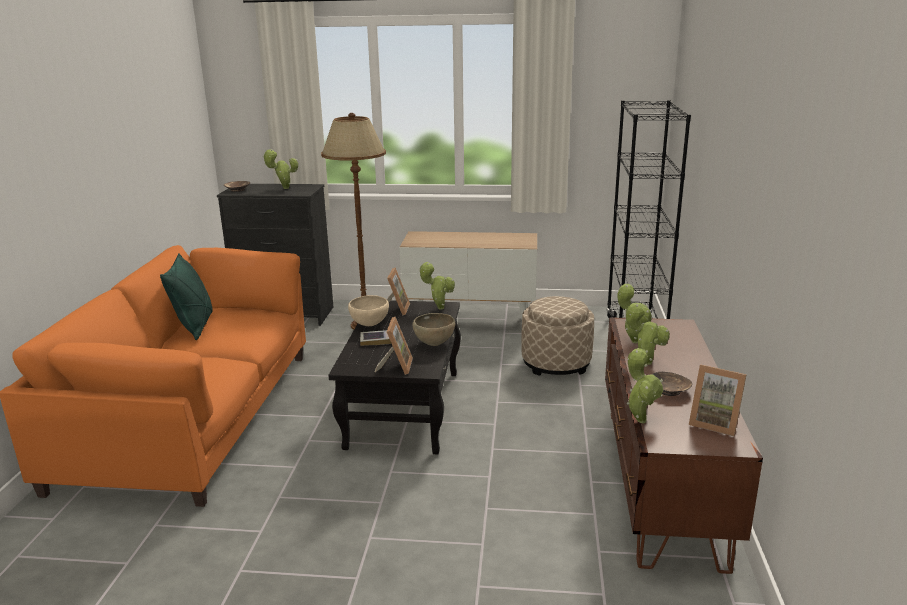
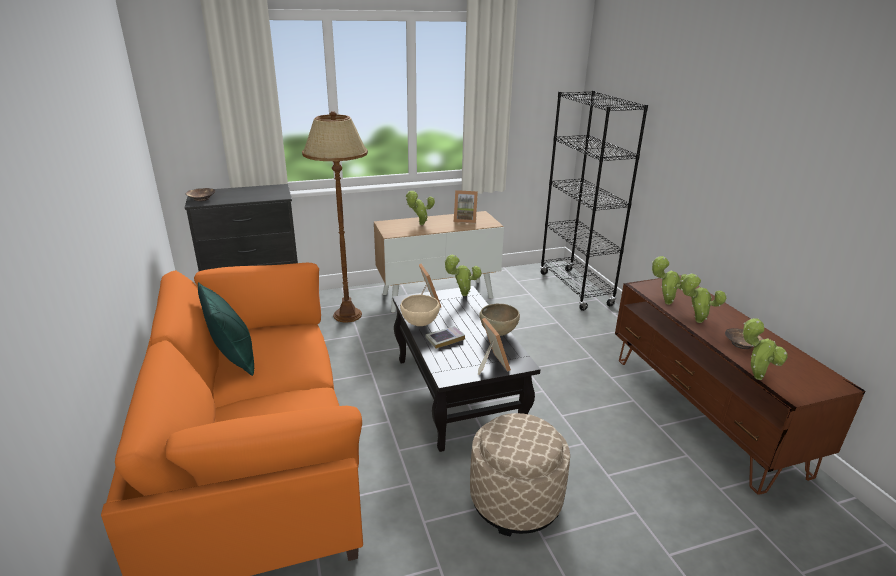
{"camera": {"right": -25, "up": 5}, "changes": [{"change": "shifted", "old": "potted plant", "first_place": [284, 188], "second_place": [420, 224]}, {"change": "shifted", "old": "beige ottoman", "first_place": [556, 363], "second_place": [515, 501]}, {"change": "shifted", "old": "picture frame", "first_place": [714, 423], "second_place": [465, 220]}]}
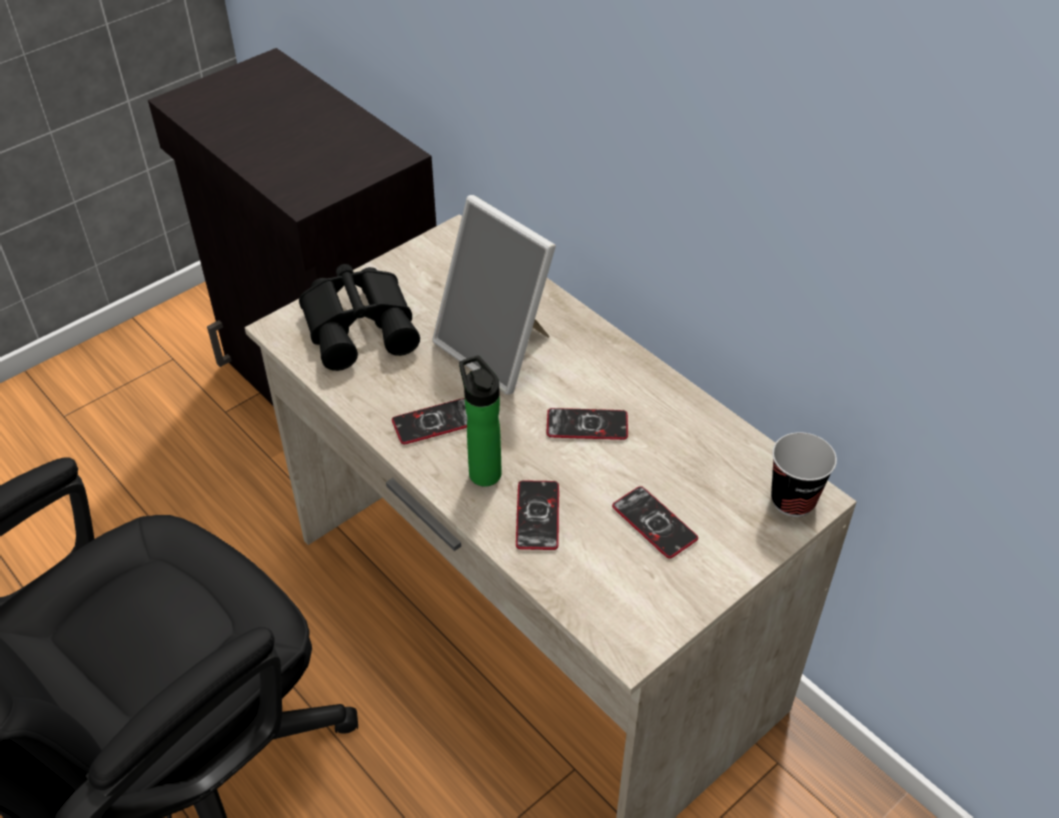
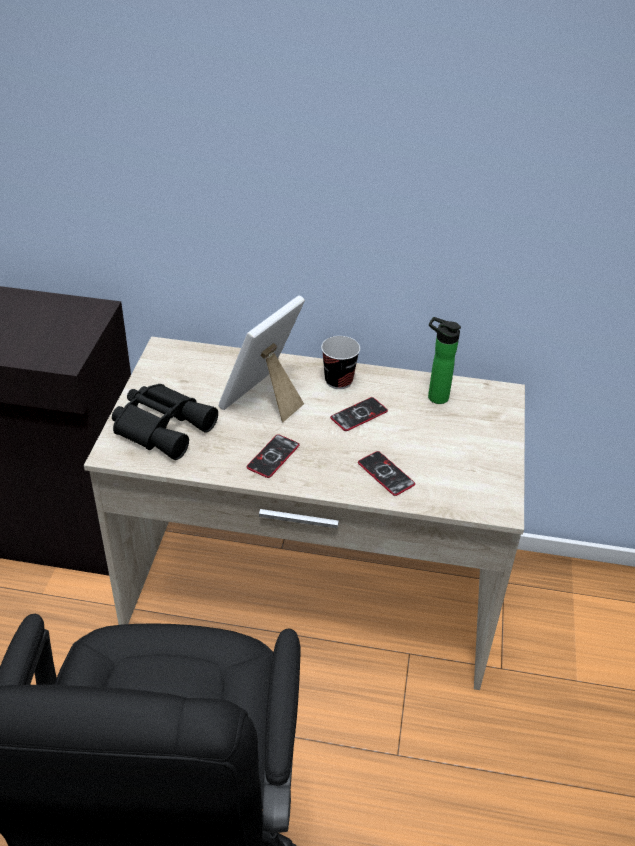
{"camera": {"right": -40, "up": -5}, "changes": [{"change": "rotated", "old": "picture frame", "first_place": [499, 350], "second_place": [265, 400], "degrees": 120}, {"change": "shifted", "old": "bottle", "first_place": [483, 470], "second_place": [435, 396]}, {"change": "gone", "old": "phone", "first_place": [654, 523]}, {"change": "shifted", "old": "cup", "first_place": [793, 500], "second_place": [338, 381]}]}
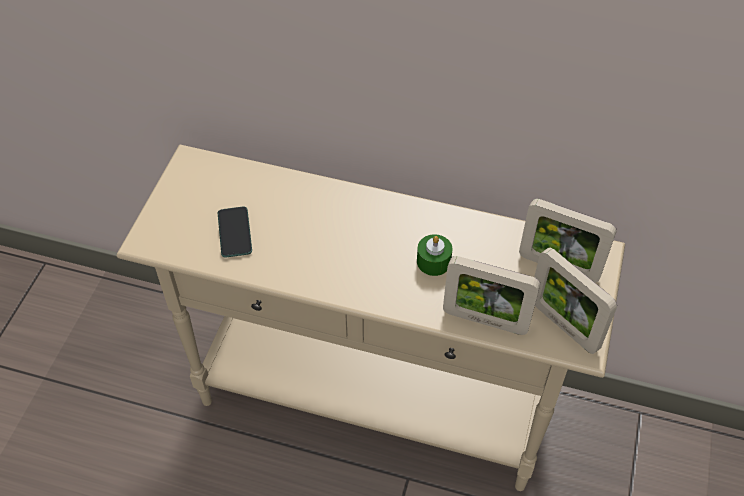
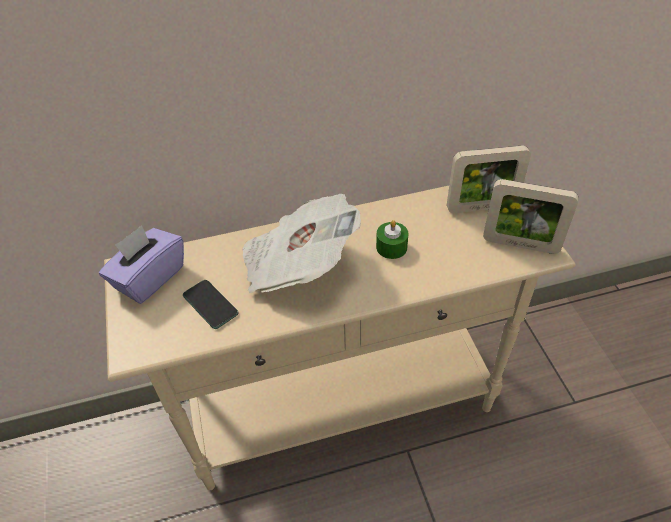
{"camera": {"right": -30, "up": -5}, "changes": [{"change": "gone", "old": "picture frame", "first_place": [485, 320]}, {"change": "new", "new": "purple tissue box", "second_place": [149, 278]}, {"change": "new", "new": "newspaper", "second_place": [297, 265]}]}
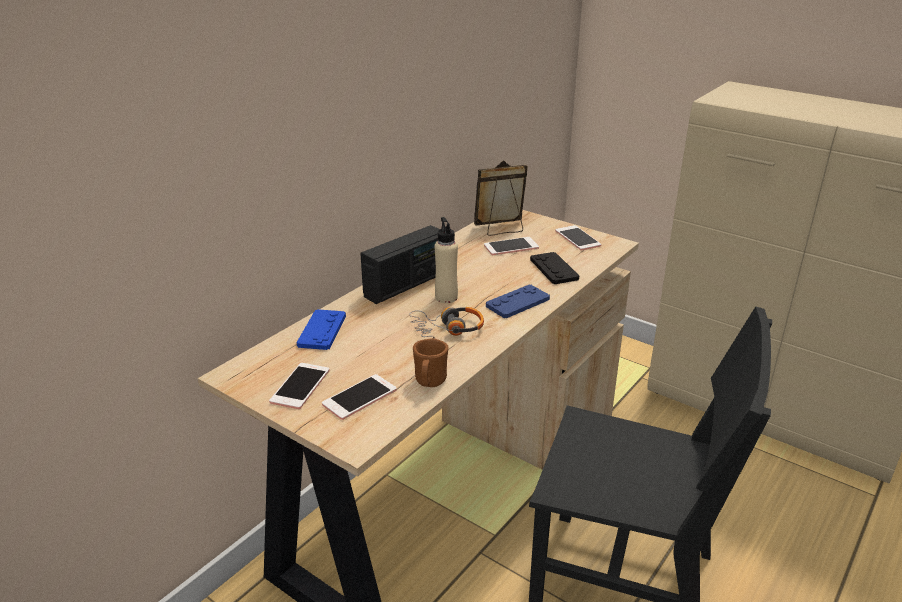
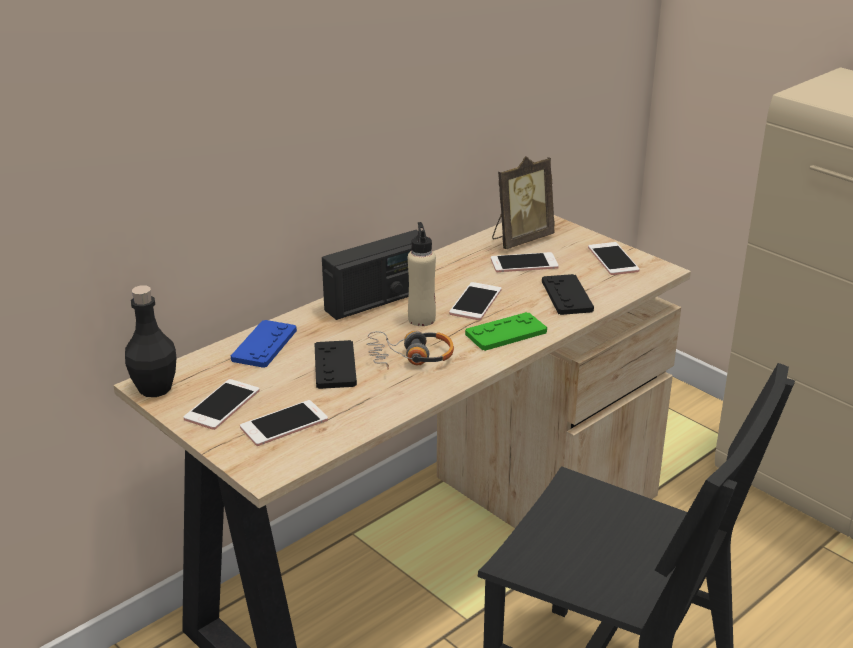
{"camera": {"right": 10, "up": 0}, "changes": [{"change": "gone", "old": "brown mug", "first_place": [429, 382]}, {"change": "rotated", "old": "picture frame", "first_place": [501, 229], "second_place": [520, 239], "degrees": 150}, {"change": "repainted", "old": "blue game controller", "new": "green game controller", "first_place": [517, 302], "second_place": [506, 333]}, {"change": "new", "new": "black bottle", "second_place": [155, 388]}, {"change": "new", "new": "black game controller", "second_place": [335, 366]}, {"change": "new", "new": "phone", "second_place": [475, 302]}]}
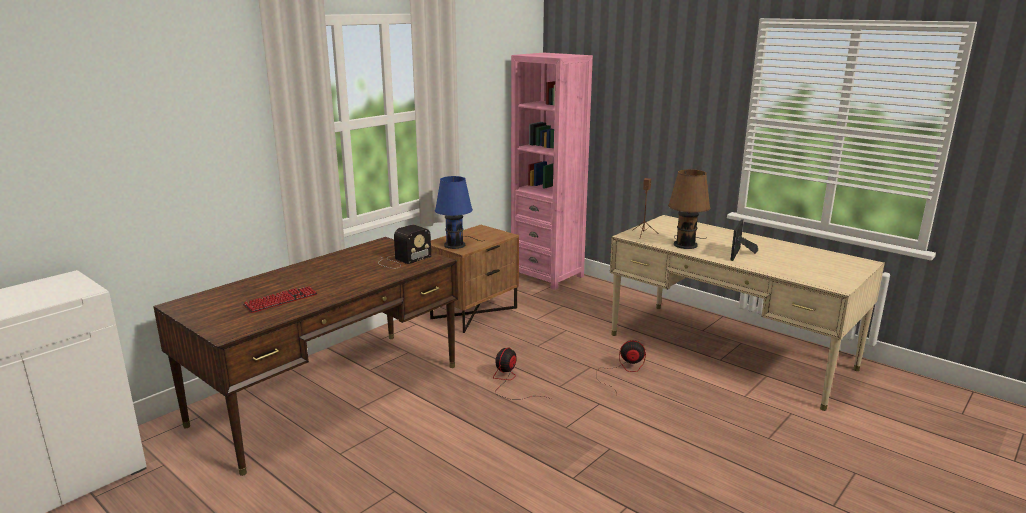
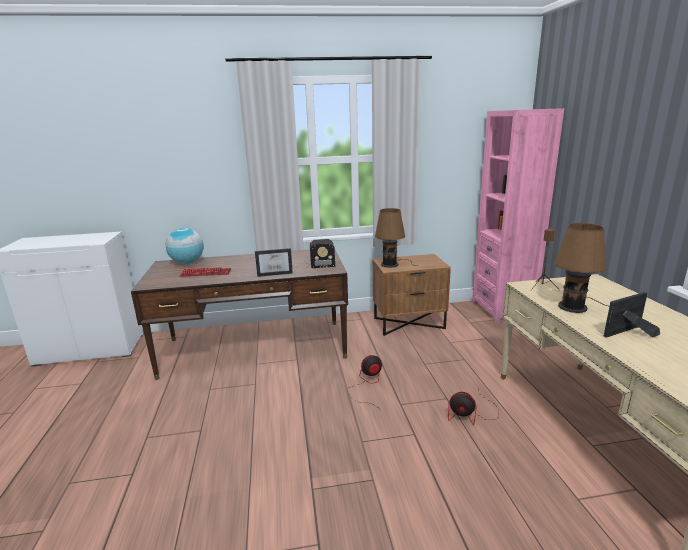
{"camera": {"right": 40, "up": 0}, "changes": [{"change": "repainted", "old": "blue table lamp", "new": "brown table lamp", "first_place": [456, 244], "second_place": [391, 264]}, {"change": "rotated", "old": "fan", "first_place": [622, 371], "second_place": [471, 414], "degrees": 150}, {"change": "new", "new": "globe", "second_place": [187, 262]}, {"change": "new", "new": "picture frame", "second_place": [275, 273]}]}
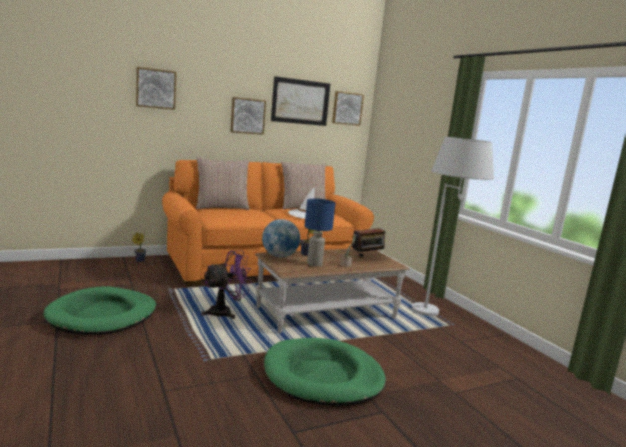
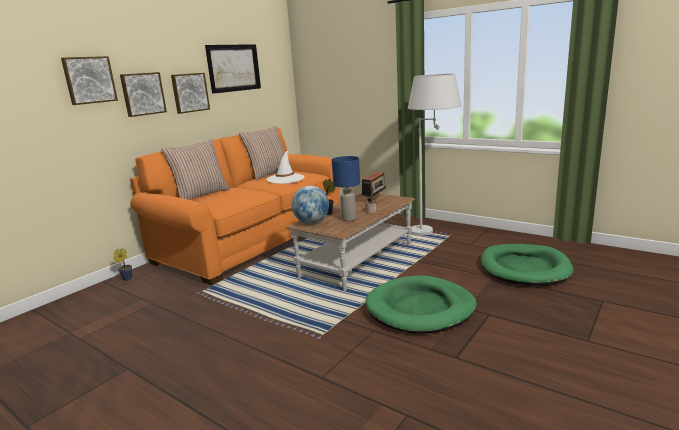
{"camera": {"right": -25, "up": 5}, "changes": [{"change": "shifted", "old": "green dog bed", "first_place": [103, 315], "second_place": [524, 268]}, {"change": "gone", "old": "purple fan", "first_place": [226, 312]}, {"change": "shifted", "old": "picture", "first_place": [347, 108], "second_place": [142, 94]}]}
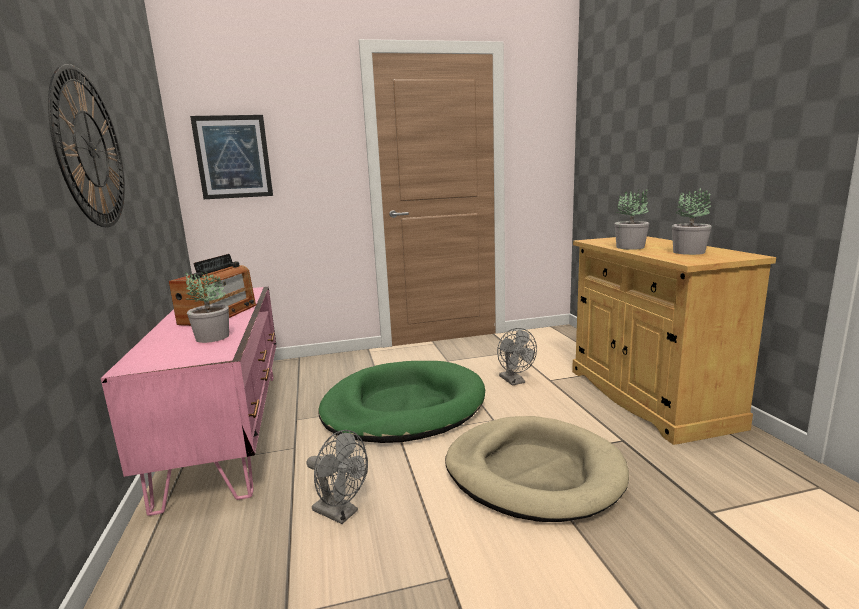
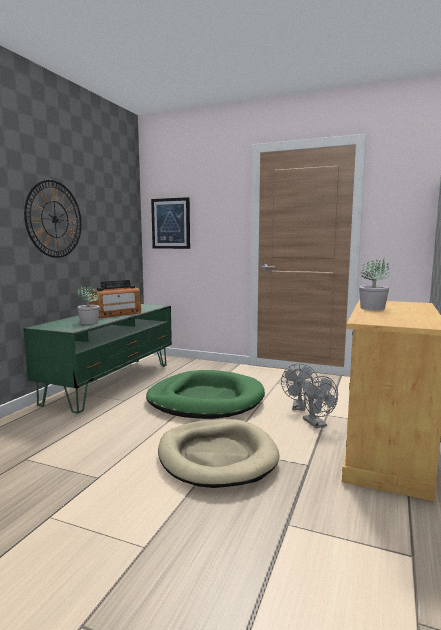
{"camera": {"right": 35, "up": -5}, "changes": [{"change": "repainted", "old": "pink tv stand", "new": "green tv stand", "first_place": [228, 428], "second_place": [112, 382]}, {"change": "shifted", "old": "grey fan", "first_place": [341, 513], "second_place": [317, 424]}, {"change": "gone", "old": "potted plant", "first_place": [689, 252]}]}
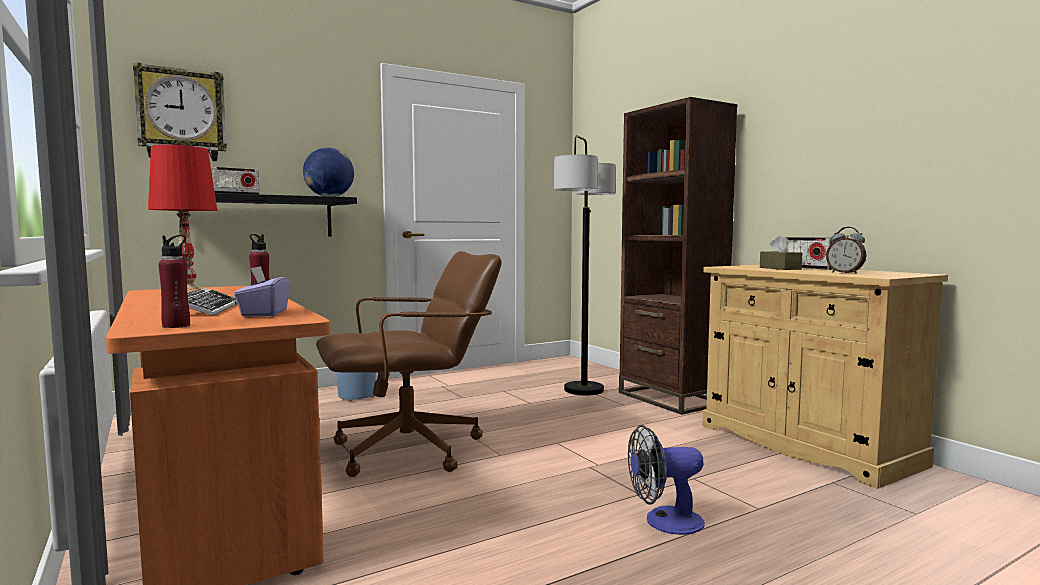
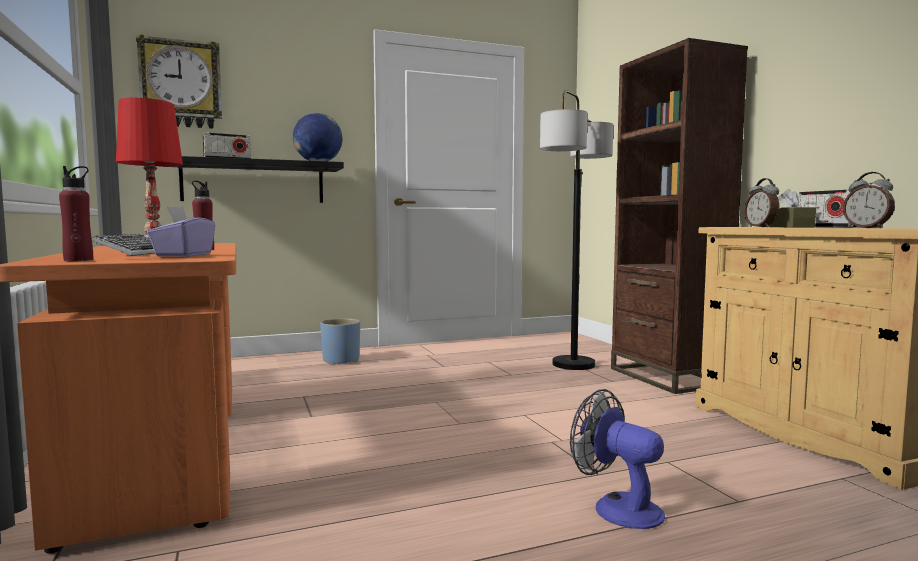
{"camera": {"right": 10, "up": 0}, "changes": [{"change": "gone", "old": "brown office chair", "first_place": [410, 450]}, {"change": "rotated", "old": "fan", "first_place": [664, 522], "second_place": [617, 507], "degrees": 45}, {"change": "new", "new": "alarm clock", "second_place": [761, 227]}]}
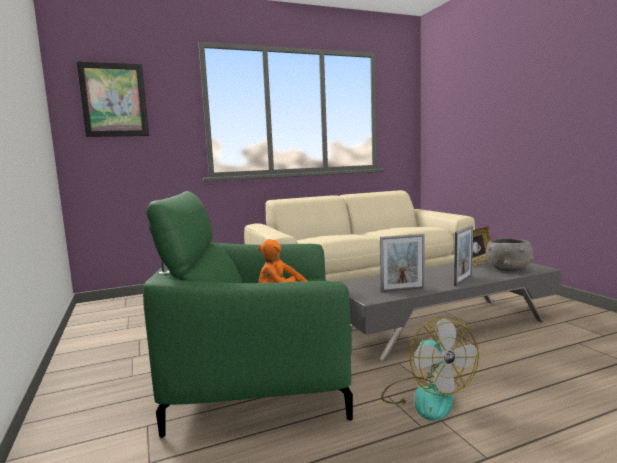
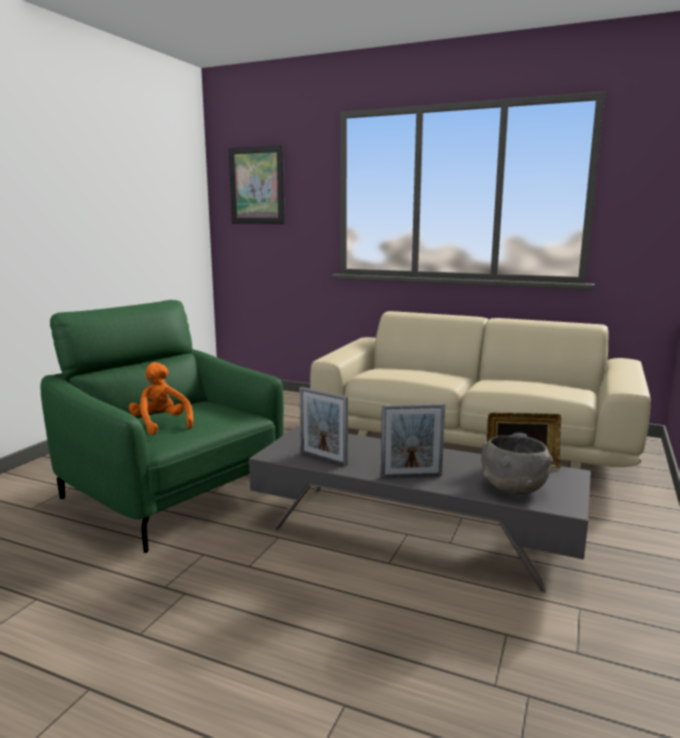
{"camera": {"right": 45, "up": 5}, "changes": [{"change": "gone", "old": "fan", "first_place": [425, 397]}]}
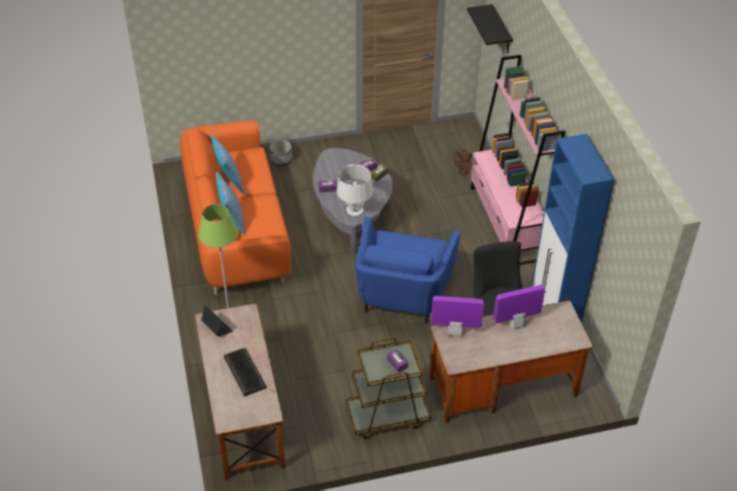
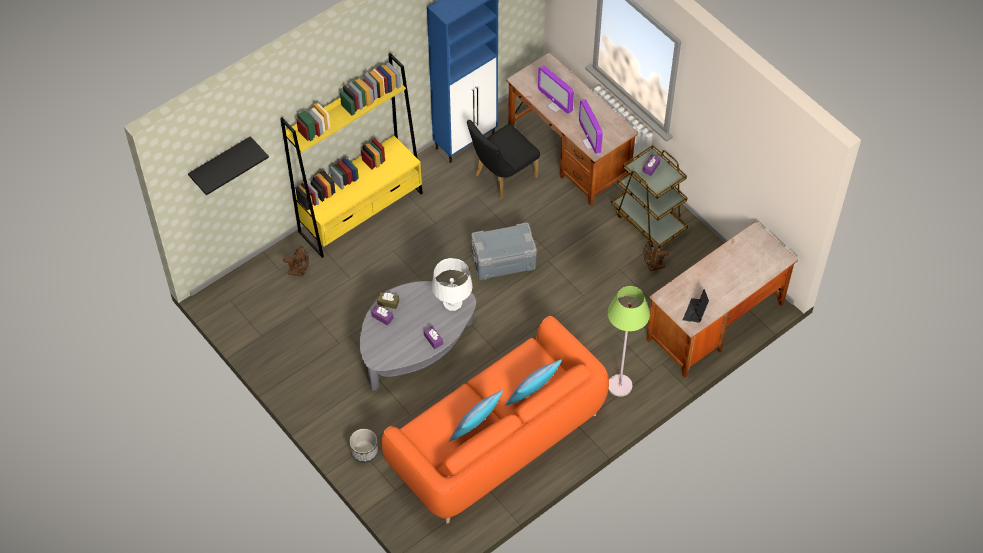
{"camera": {"right": -115, "up": 10}, "changes": [{"change": "gone", "old": "keyboard", "first_place": [244, 372]}, {"change": "swapped", "old": "blue armchair", "new": "grey storage box", "first_place": [402, 293], "second_place": [503, 261]}, {"change": "repainted", "old": "pink bookcase", "new": "yellow bookcase", "first_place": [505, 223], "second_place": [361, 212]}, {"change": "new", "new": "brown fan", "second_place": [653, 267]}]}
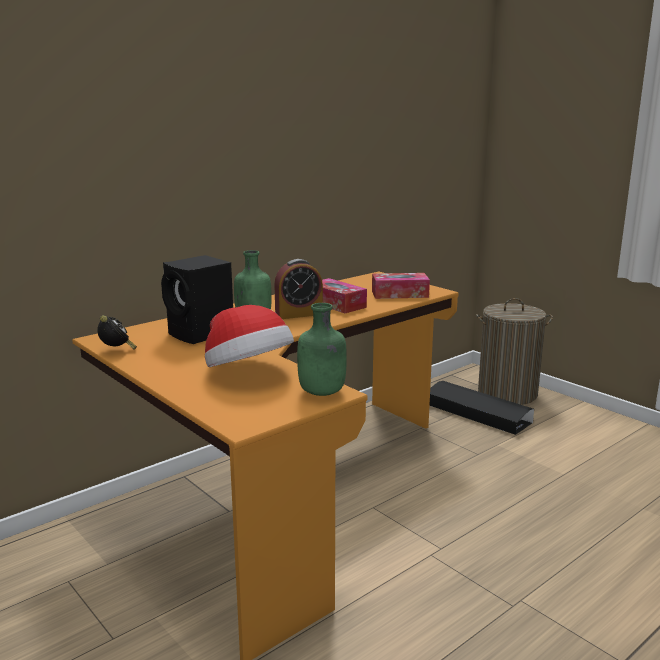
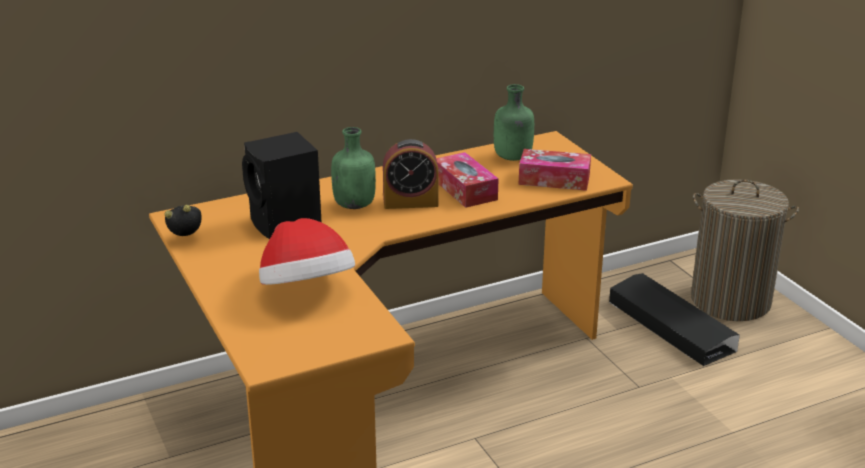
{"camera": {"right": 15, "up": 10}, "changes": [{"change": "rotated", "old": "alarm clock", "first_place": [117, 351], "second_place": [187, 239], "degrees": -90}, {"change": "shifted", "old": "green bottle", "first_place": [322, 392], "second_place": [512, 158]}]}
